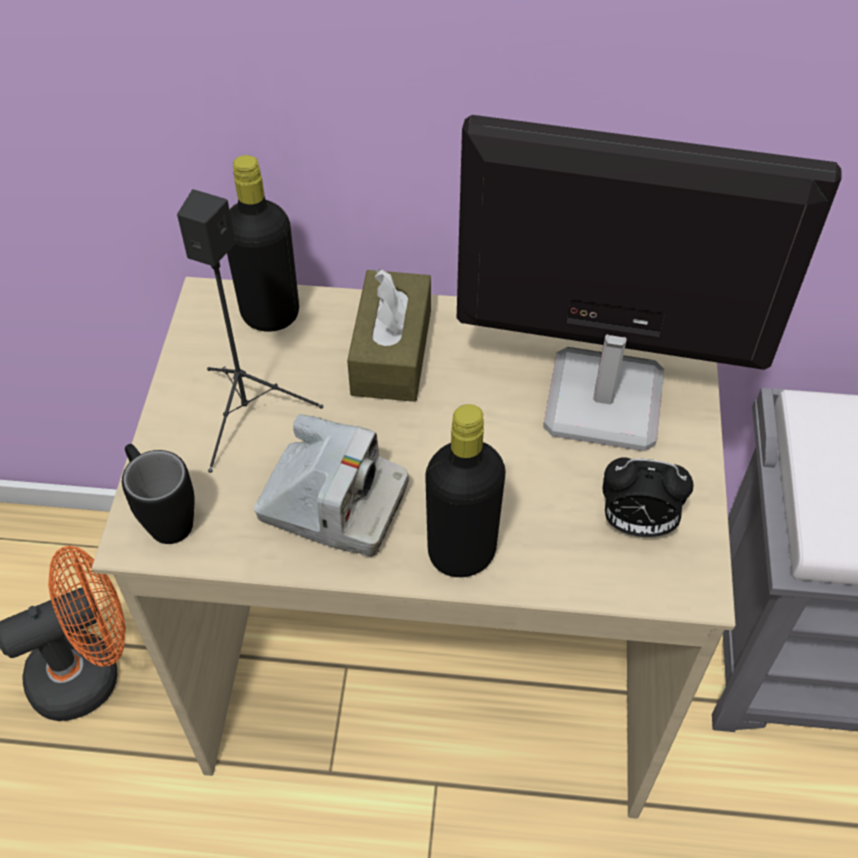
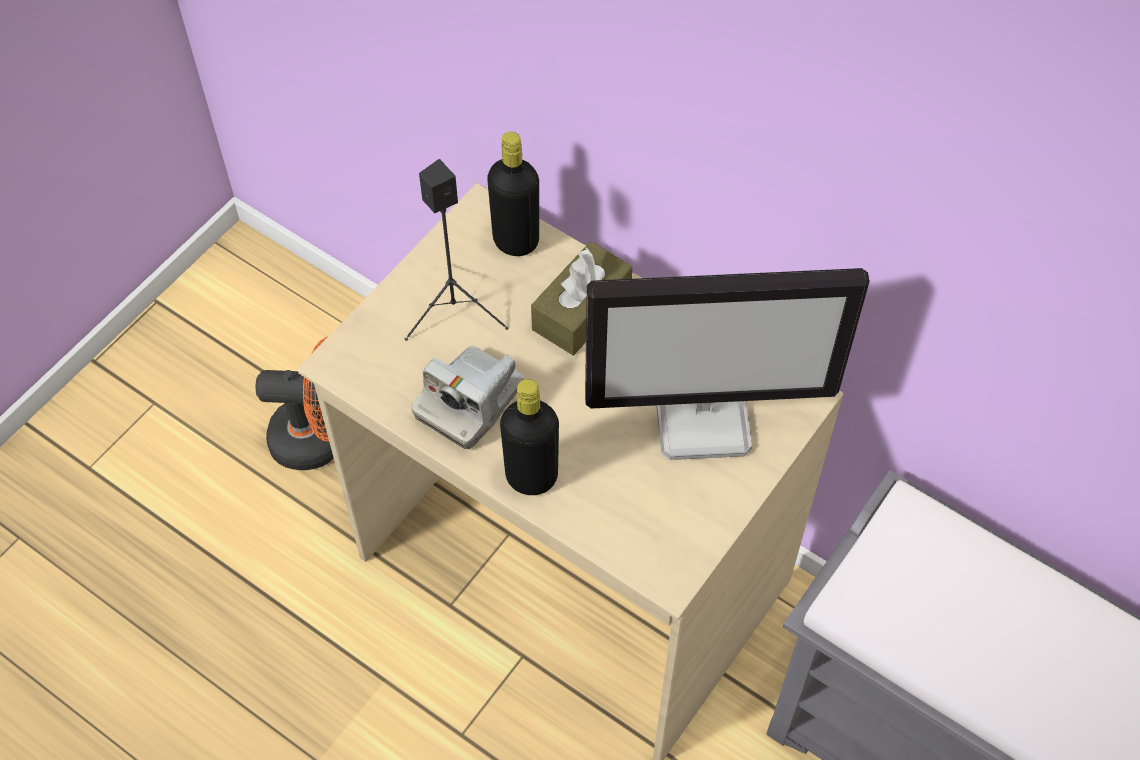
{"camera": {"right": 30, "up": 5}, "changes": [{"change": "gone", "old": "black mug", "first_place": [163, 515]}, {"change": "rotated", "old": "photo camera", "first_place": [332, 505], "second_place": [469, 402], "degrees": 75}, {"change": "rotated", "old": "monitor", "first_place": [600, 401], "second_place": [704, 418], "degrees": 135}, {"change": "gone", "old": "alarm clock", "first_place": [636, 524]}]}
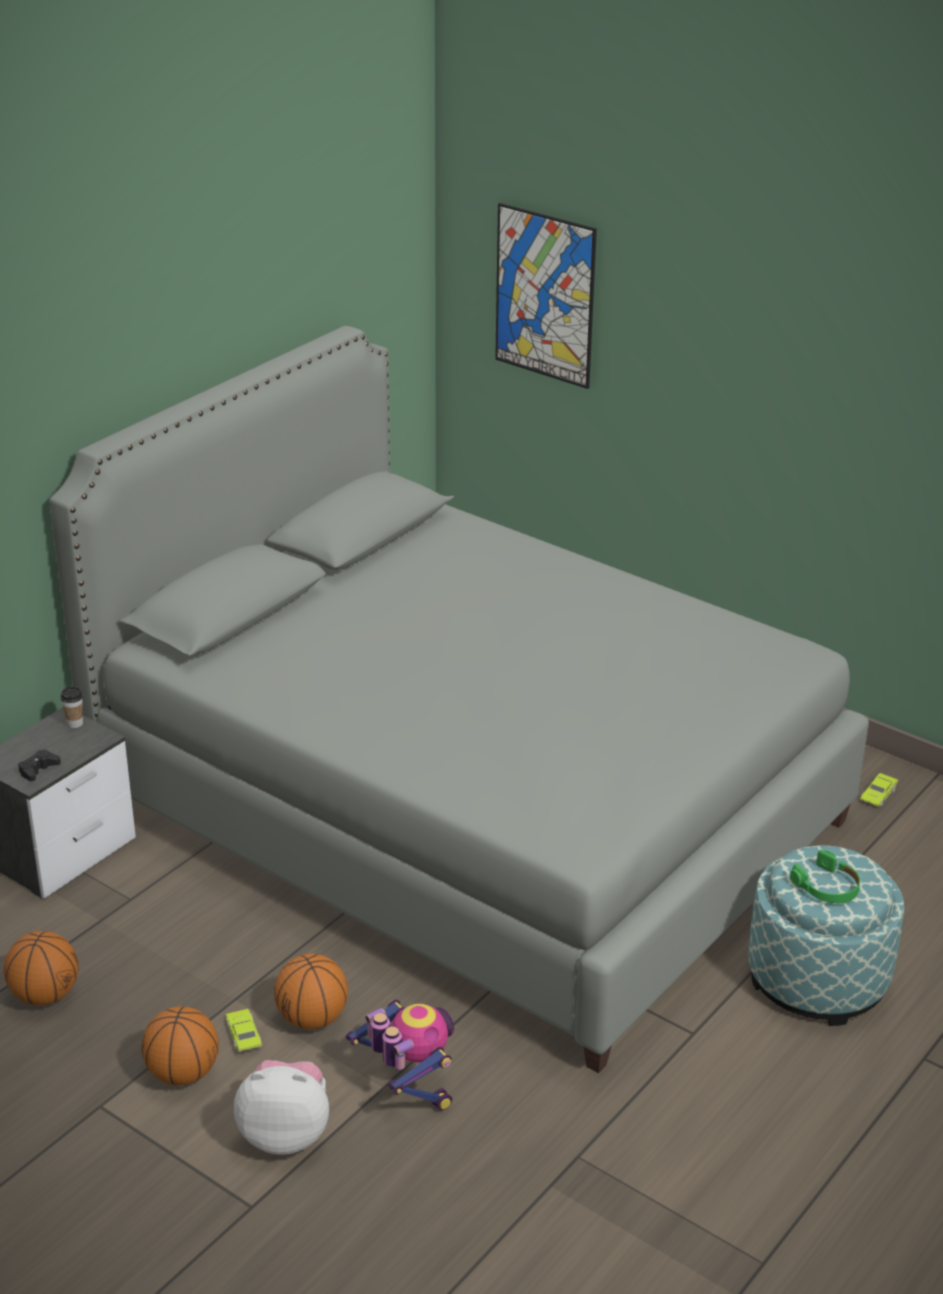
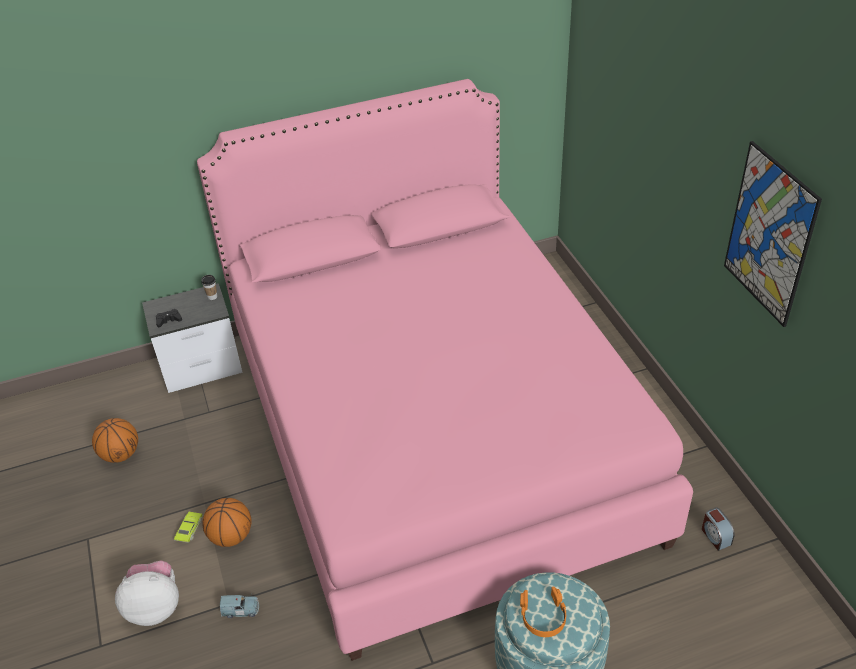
{"camera": {"right": 35, "up": 10}, "changes": [{"change": "repainted", "old": "grey bed", "new": "pink bed", "first_place": [468, 811], "second_place": [433, 432]}, {"change": "gone", "old": "basketball", "first_place": [182, 1073]}, {"change": "rotated", "old": "plush toy", "first_place": [285, 1134], "second_place": [155, 607], "degrees": -45}, {"change": "swapped", "old": "toy robot", "new": "blue toy car", "first_place": [407, 1086], "second_place": [241, 610]}, {"change": "shifted", "old": "picture", "first_place": [545, 296], "second_place": [769, 235]}, {"change": "repainted", "old": "green headphones", "new": "orange headphones", "first_place": [827, 887], "second_place": [543, 616]}, {"change": "swapped", "old": "green toy car", "new": "alarm clock", "first_place": [878, 794], "second_place": [715, 536]}]}
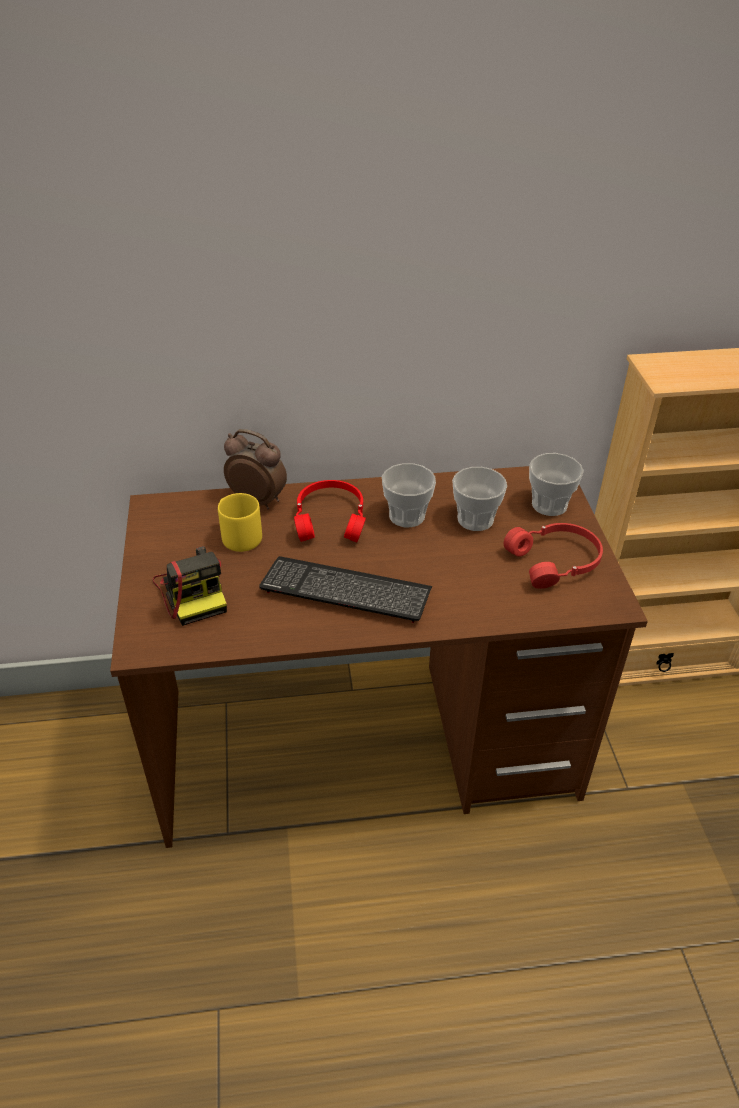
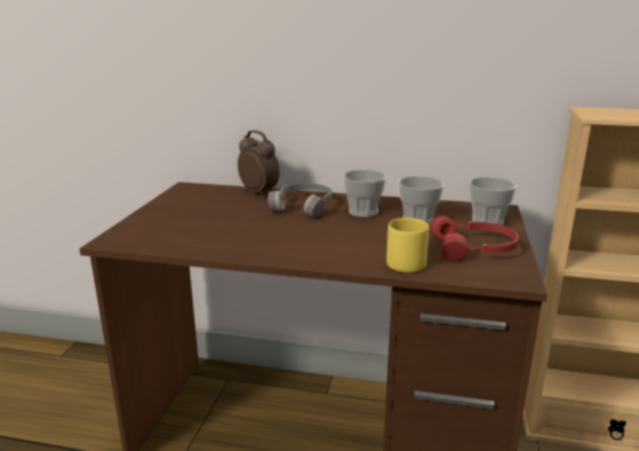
{"camera": {"right": 20, "up": -20}, "changes": [{"change": "gone", "old": "photo camera", "first_place": [194, 591]}, {"change": "shifted", "old": "yellow mug", "first_place": [239, 536], "second_place": [403, 262]}, {"change": "gone", "old": "keyboard", "first_place": [346, 591]}, {"change": "repainted", "old": "red headphones", "new": "grey headphones", "first_place": [331, 519], "second_place": [304, 206]}]}
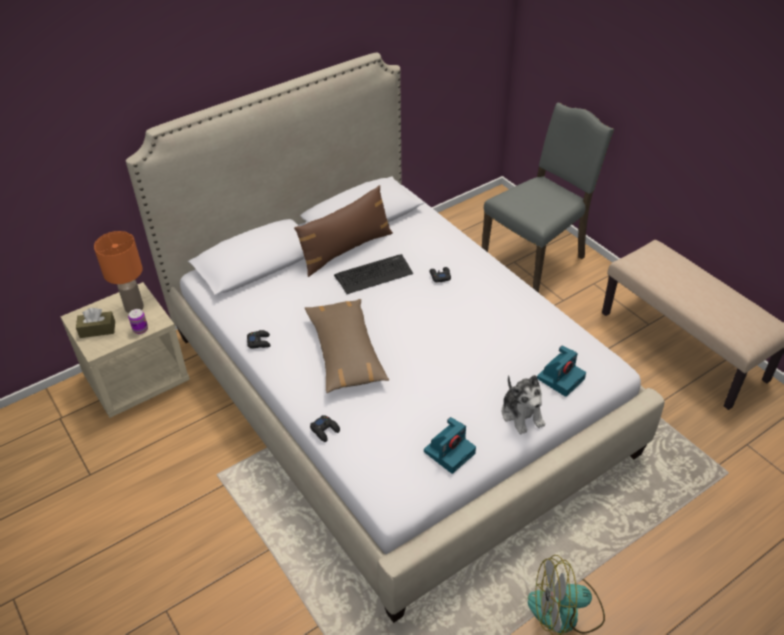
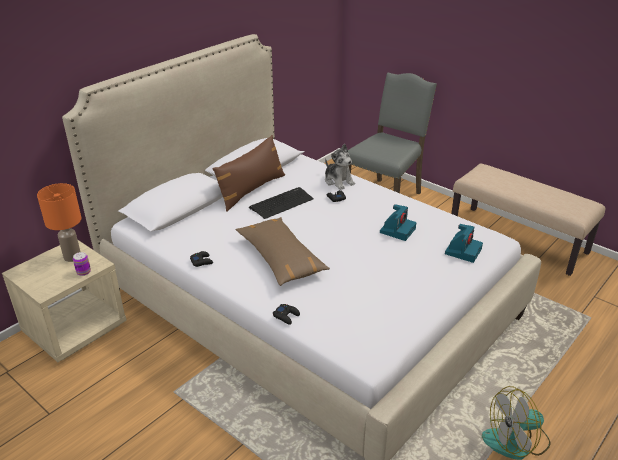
{"camera": {"right": -15, "up": -10}, "changes": [{"change": "gone", "old": "brown tissue box", "first_place": [97, 330]}, {"change": "shifted", "old": "photo camera", "first_place": [449, 451], "second_place": [397, 230]}, {"change": "shifted", "old": "plush toy", "first_place": [522, 414], "second_place": [338, 181]}]}
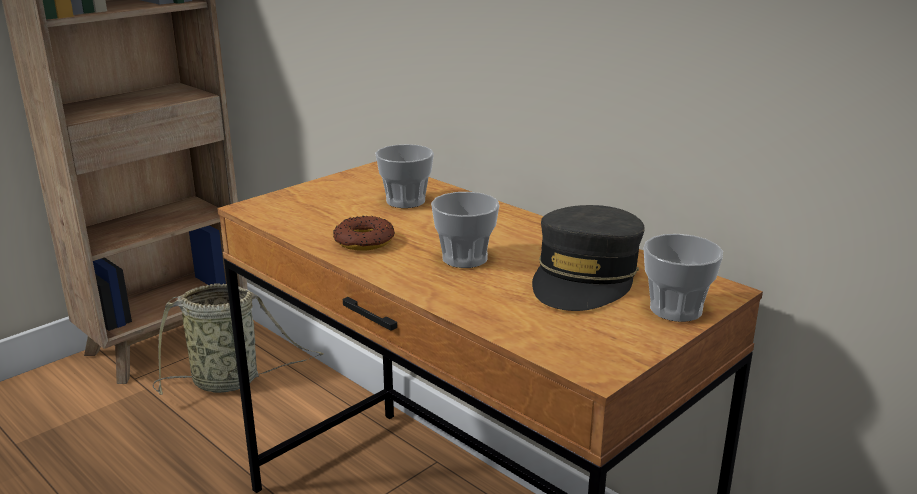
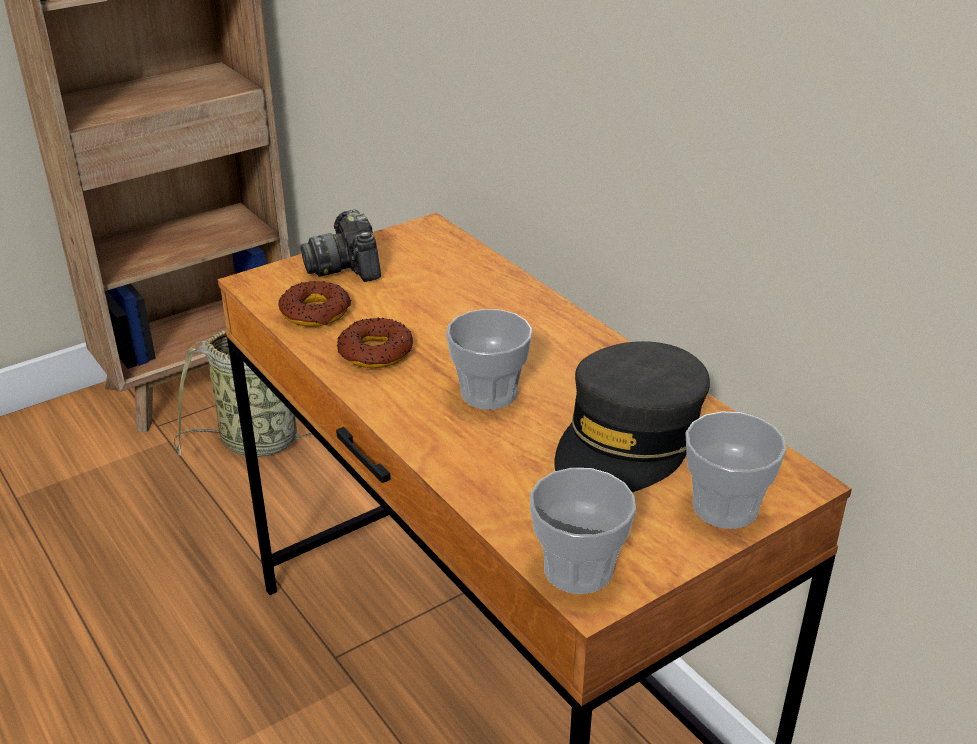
{"camera": {"right": 10, "up": 10}, "changes": [{"change": "shifted", "old": "cup", "first_place": [405, 201], "second_place": [578, 569]}, {"change": "new", "new": "donut", "second_place": [315, 312]}, {"change": "new", "new": "photo camera", "second_place": [346, 267]}]}
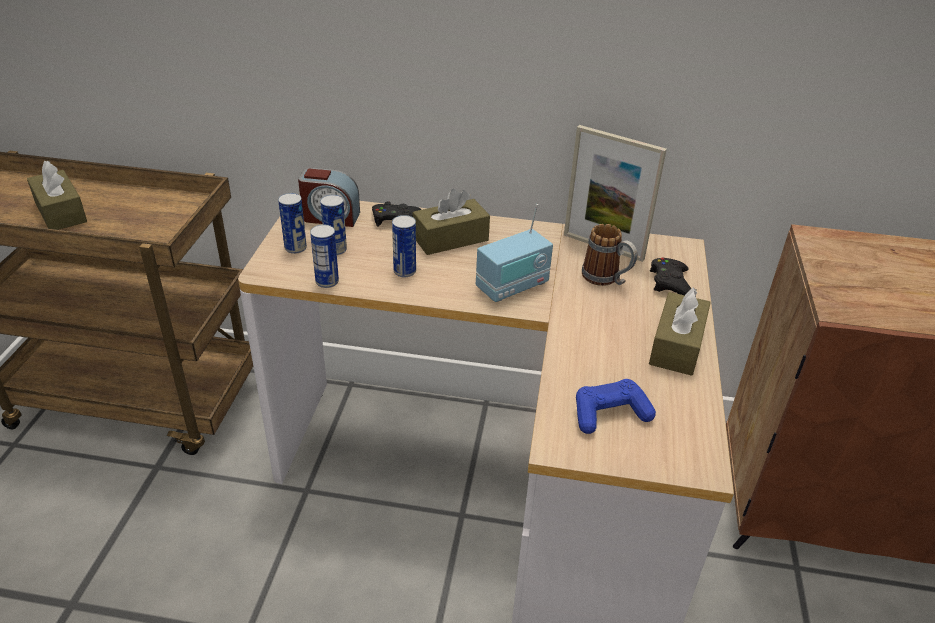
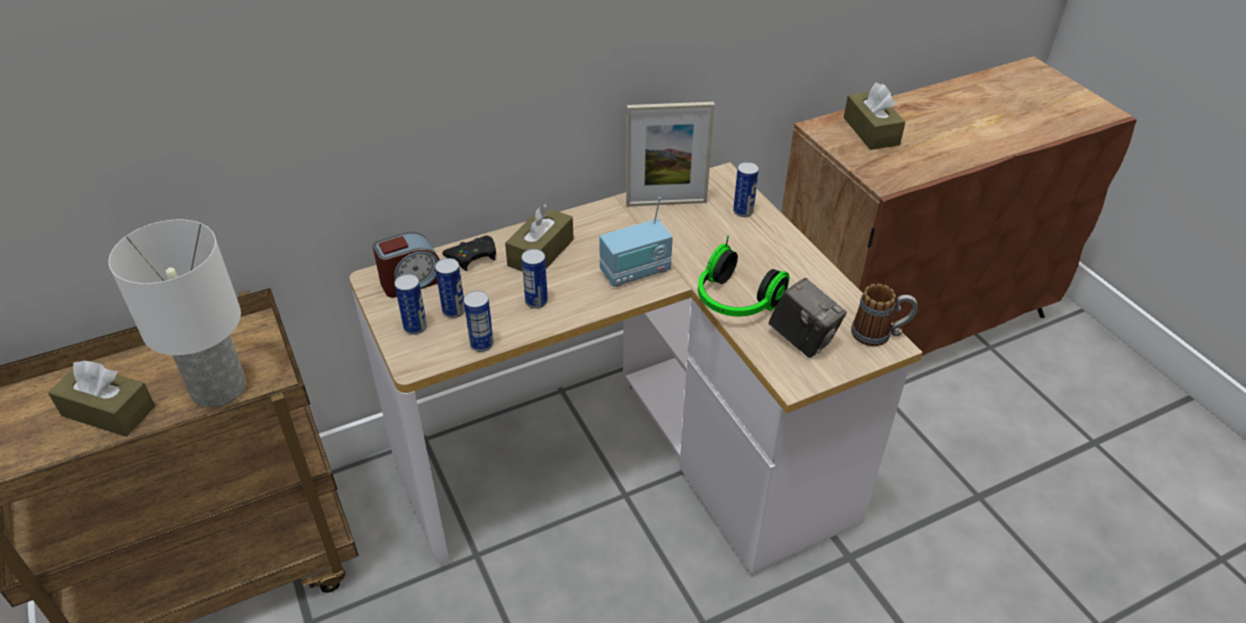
{"camera": {"right": -35, "up": 5}, "changes": [{"change": "rotated", "old": "radio", "first_place": [512, 287], "second_place": [635, 272], "degrees": 45}, {"change": "swapped", "old": "blue game controller", "new": "photo camera", "first_place": [609, 414], "second_place": [802, 339]}, {"change": "shifted", "old": "mug", "first_place": [606, 279], "second_place": [879, 335]}, {"change": "shifted", "old": "brown tissue box", "first_place": [676, 346], "second_place": [871, 131]}, {"change": "swapped", "old": "black game controller", "new": "can", "first_place": [671, 283], "second_place": [743, 211]}, {"change": "new", "new": "white table lamp", "second_place": [219, 389]}, {"change": "new", "new": "headphones", "second_place": [735, 302]}]}
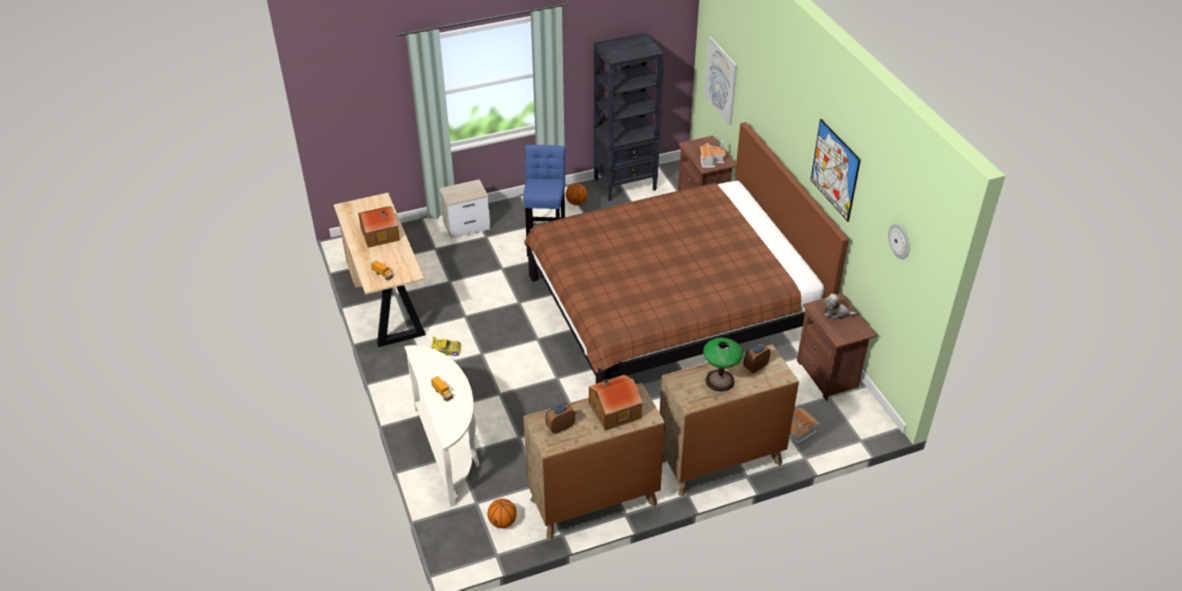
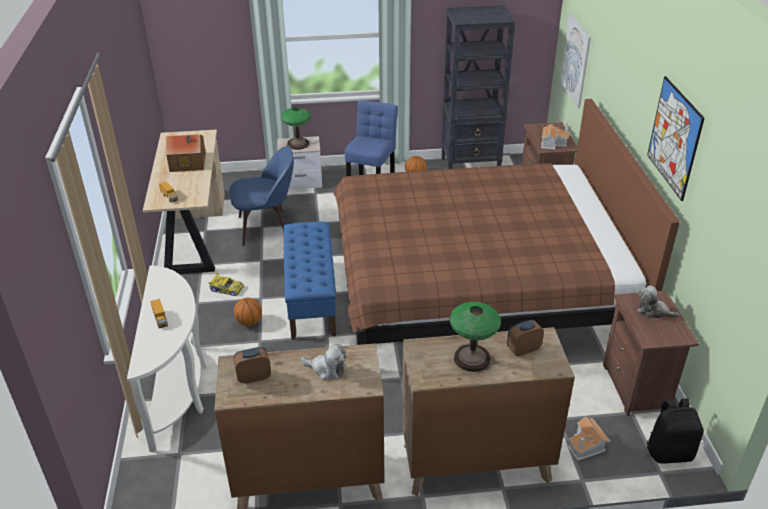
{"camera": {"right": 15, "up": -5}, "changes": [{"change": "shifted", "old": "basketball", "first_place": [502, 522], "second_place": [249, 322]}, {"change": "swapped", "old": "toy house", "new": "plush toy", "first_place": [613, 410], "second_place": [327, 369]}, {"change": "gone", "old": "wall clock", "first_place": [899, 241]}, {"change": "new", "new": "blue chair", "second_place": [266, 227]}, {"change": "new", "new": "table lamp", "second_place": [297, 144]}, {"change": "new", "new": "blue bench", "second_place": [311, 299]}, {"change": "new", "new": "black backpack", "second_place": [669, 452]}]}
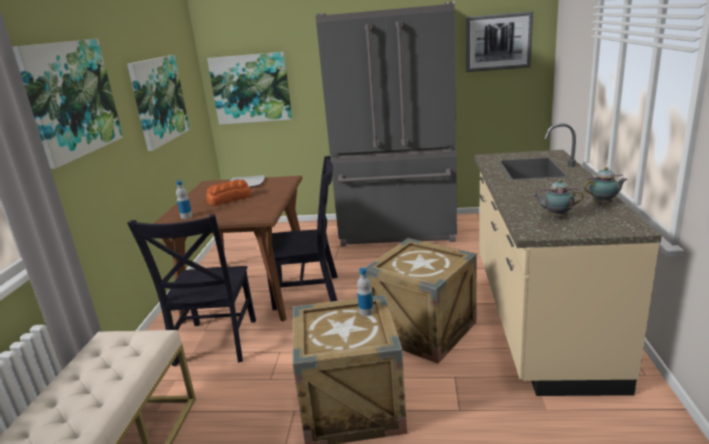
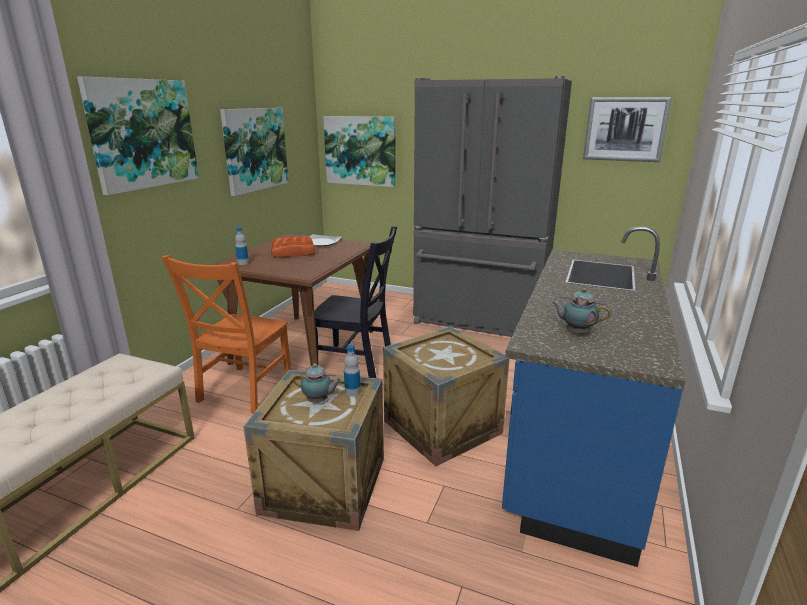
{"camera": {"right": 15, "up": 0}, "changes": [{"change": "repainted", "old": "black chair", "new": "orange chair", "first_place": [215, 344], "second_place": [243, 391]}, {"change": "repainted", "old": "beige counter", "new": "blue counter", "first_place": [537, 316], "second_place": [575, 443]}, {"change": "shifted", "old": "teapot", "first_place": [604, 203], "second_place": [318, 401]}]}
